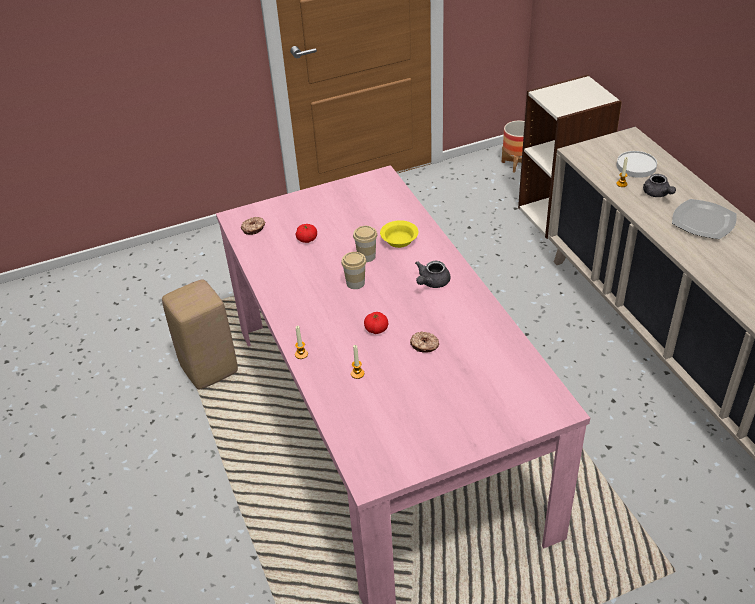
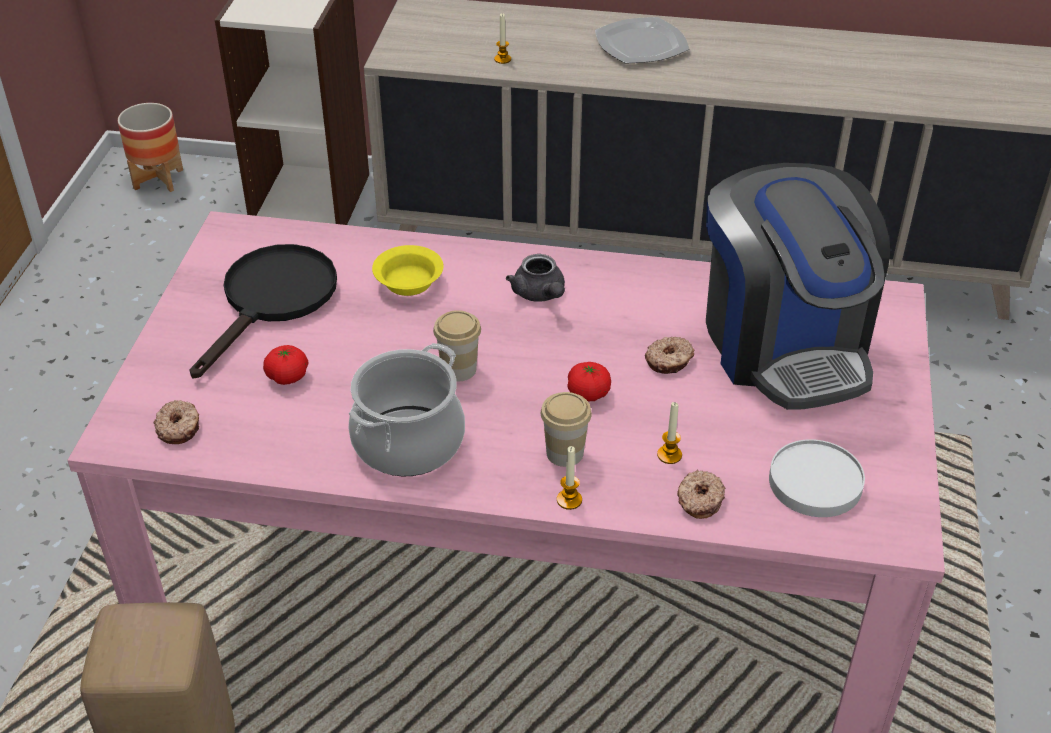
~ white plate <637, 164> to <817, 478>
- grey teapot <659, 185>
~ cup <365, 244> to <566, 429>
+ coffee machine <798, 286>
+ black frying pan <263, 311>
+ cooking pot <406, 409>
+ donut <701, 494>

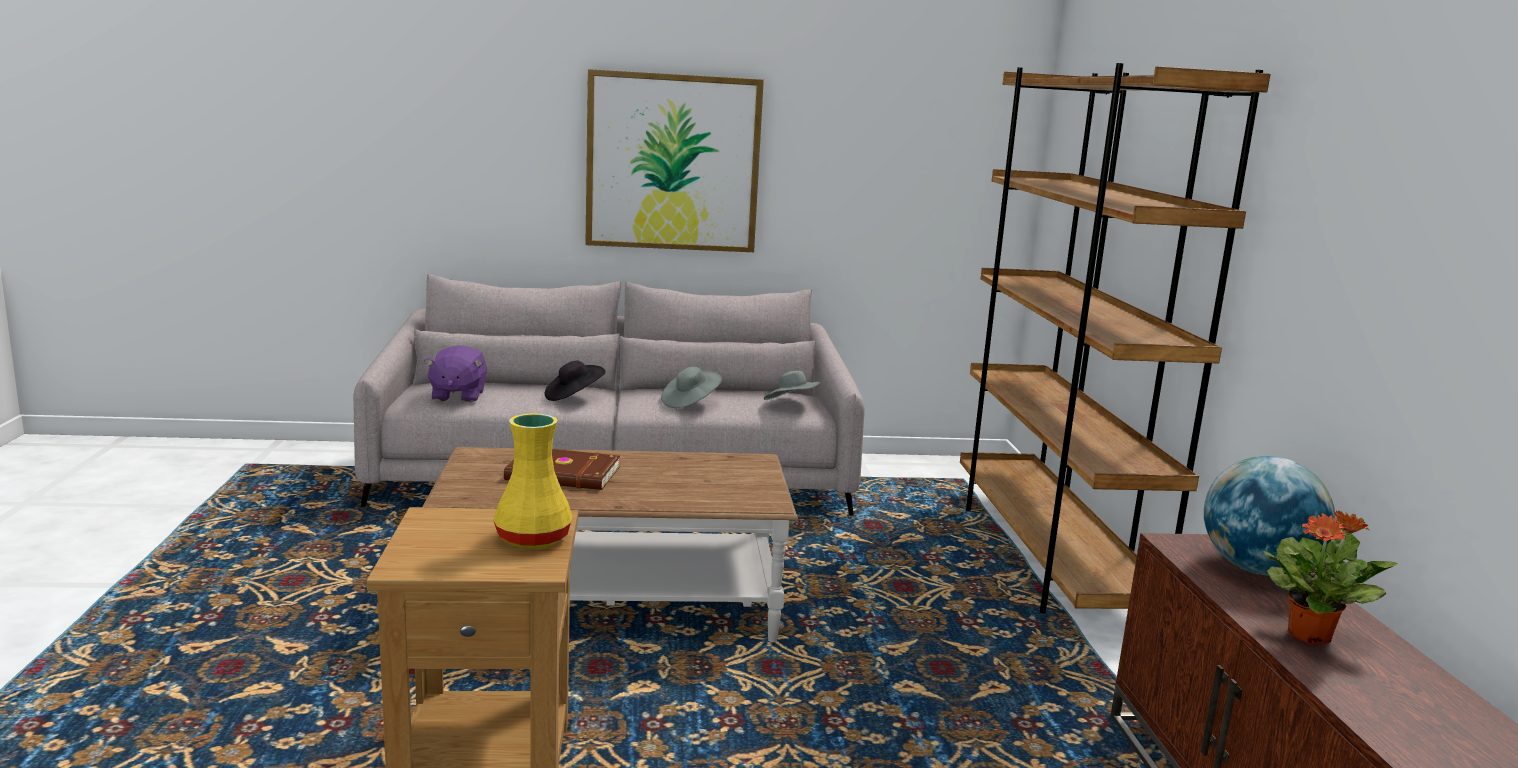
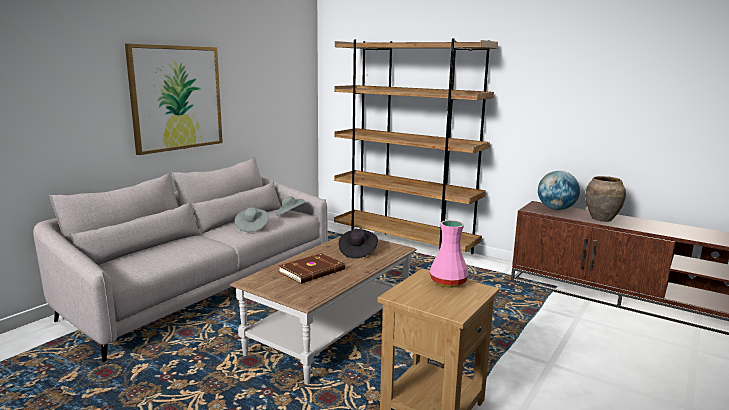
- purple plush toy <455, 373>
~ black hat <575, 381> to <358, 243>
~ yellow vase <533, 481> to pink vase <449, 254>
~ potted plant <1330, 577> to brown vase <605, 199>

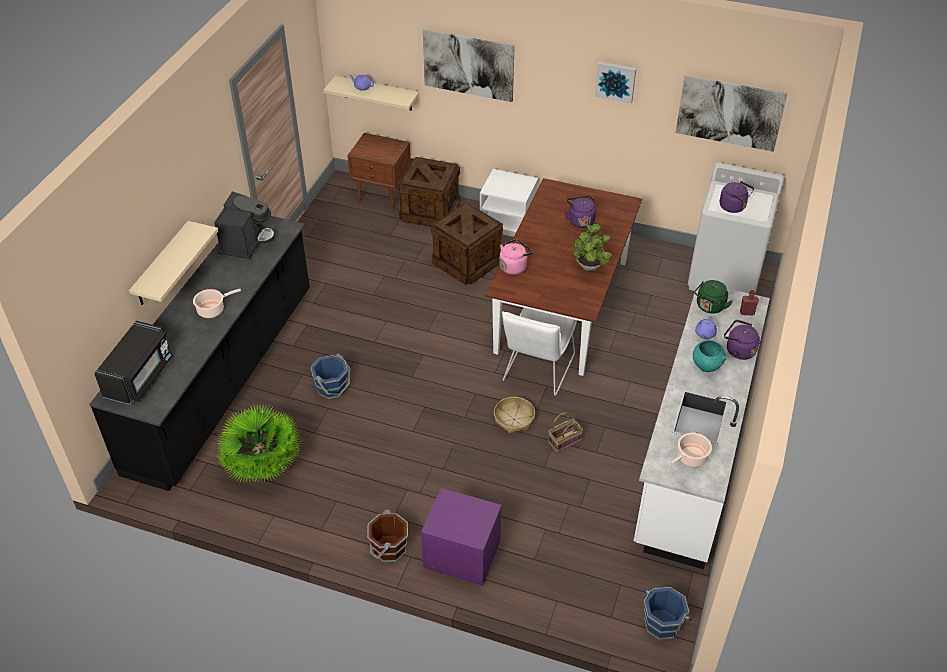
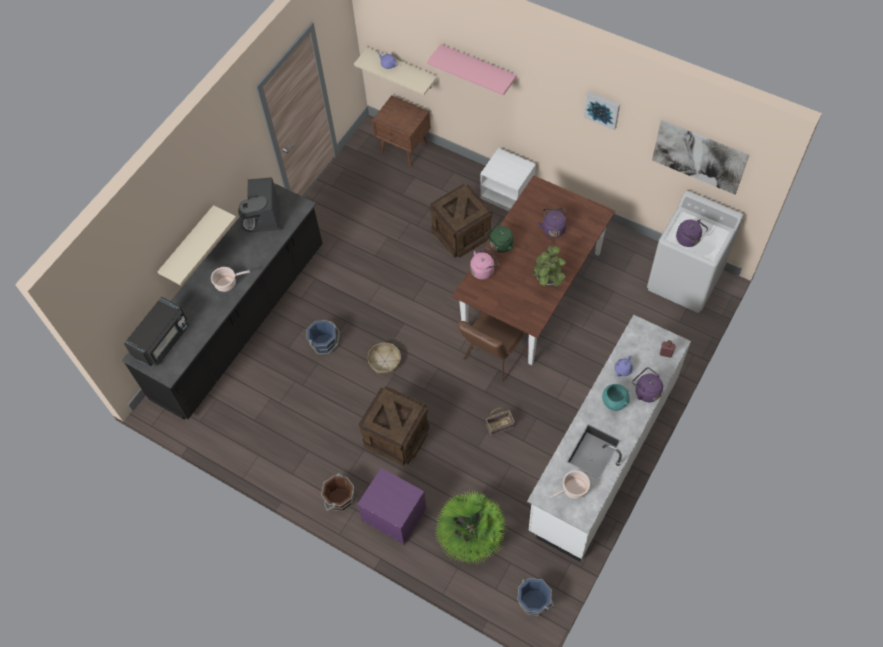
~ picture <469, 65> to pink shelf <472, 70>
~ crate <428, 192> to <394, 426>
~ coffee machine <244, 225> = <259, 204> 150 degrees clockwise
~ green kettle <713, 297> to <499, 239>
~ white chair <539, 352> to brown chair <493, 346>
~ basket <514, 415> to <384, 357>
~ potted plant <259, 443> to <471, 527>

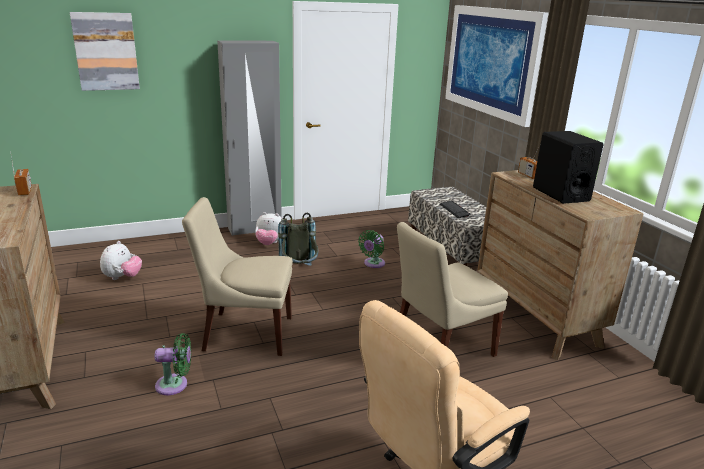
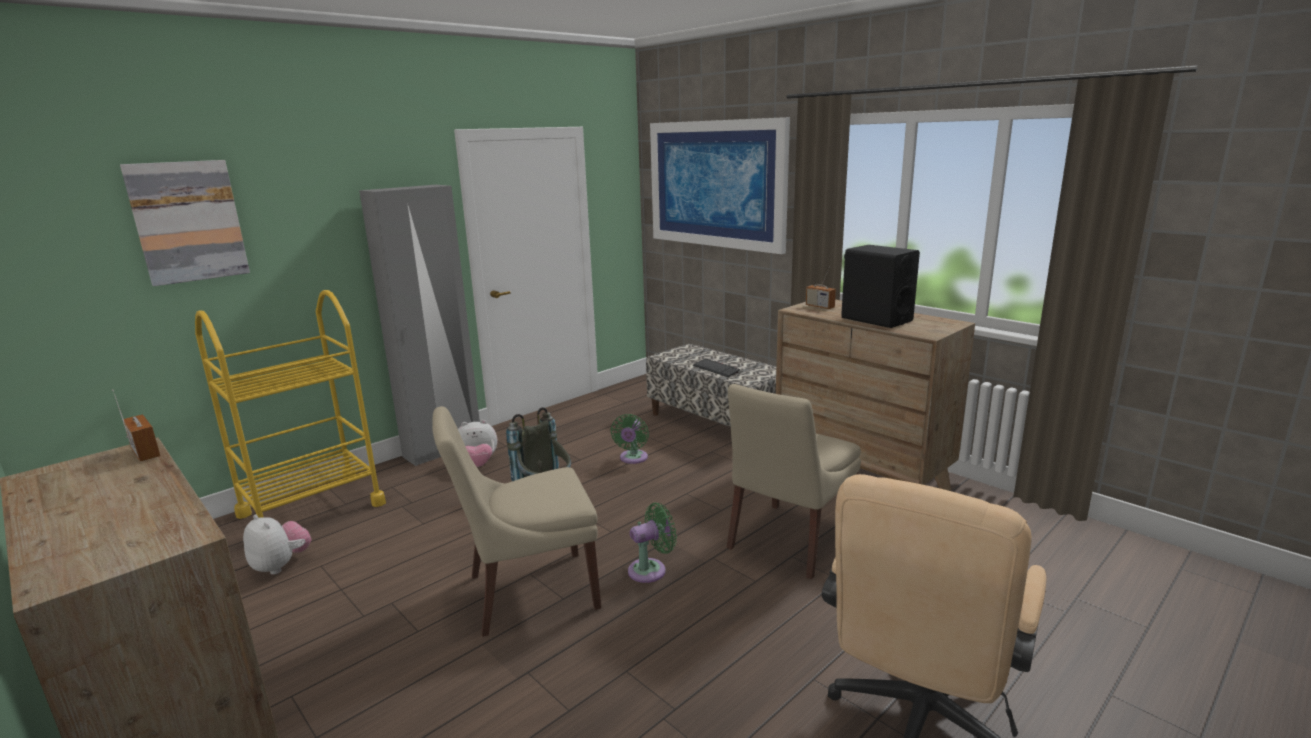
~ plush toy <121, 260> = <277, 544> 45 degrees counterclockwise
~ green fan <173, 364> to <652, 543>
+ yellow cart <290, 404>

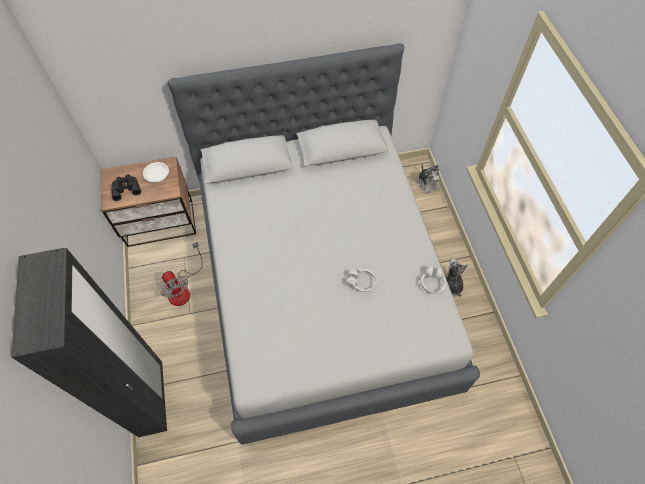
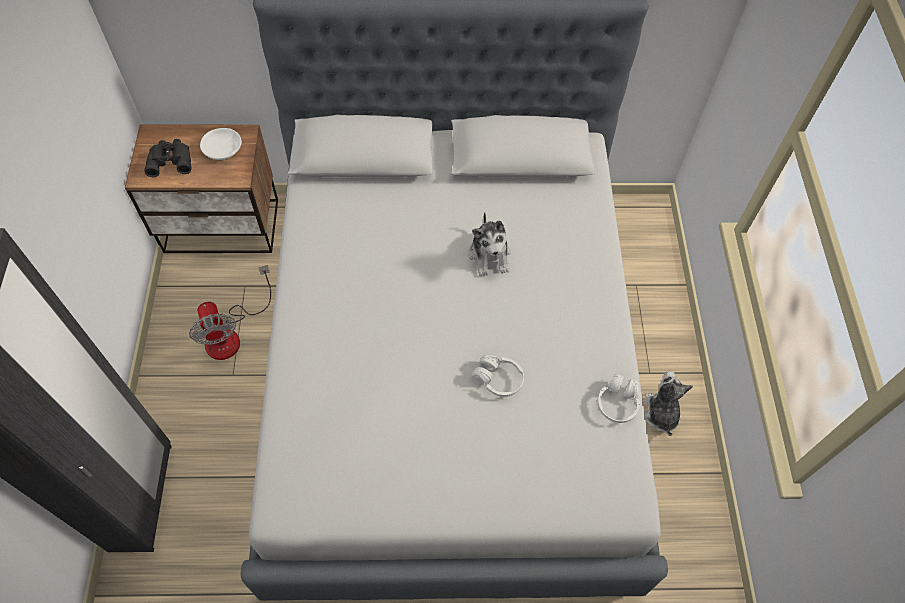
~ plush toy <429, 178> to <490, 244>

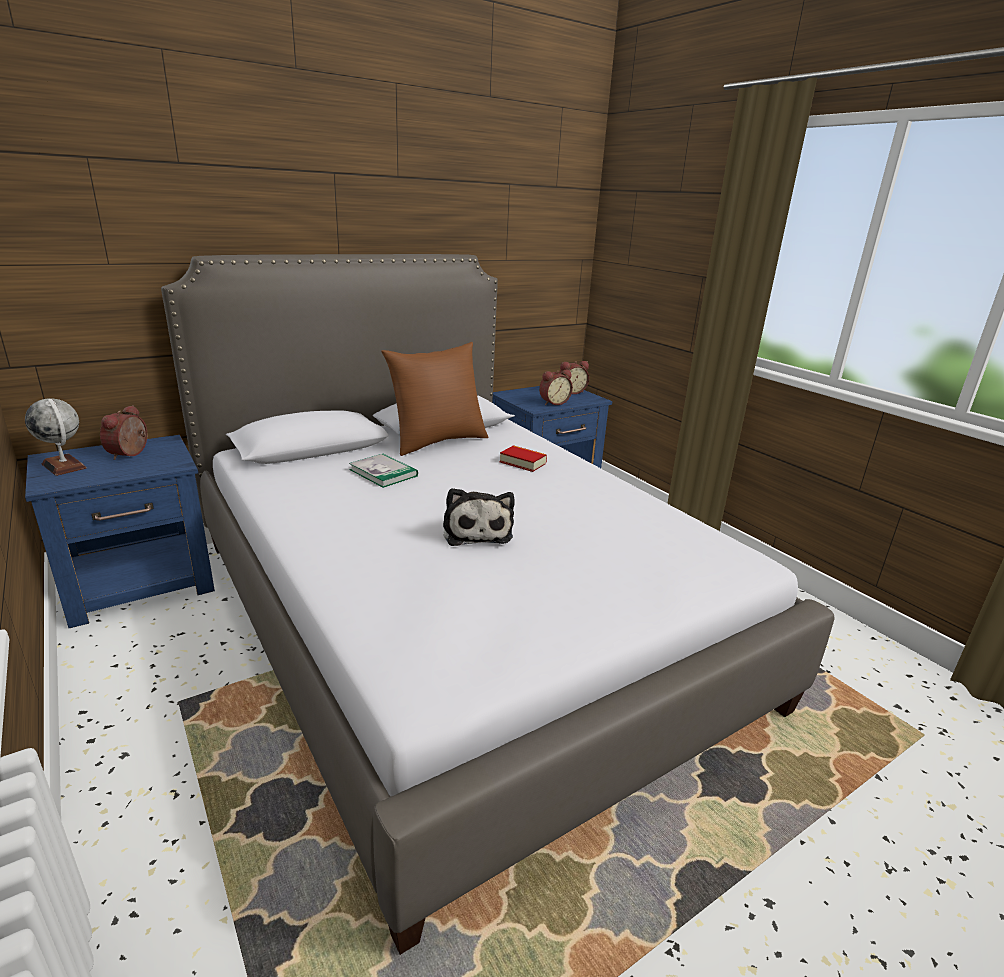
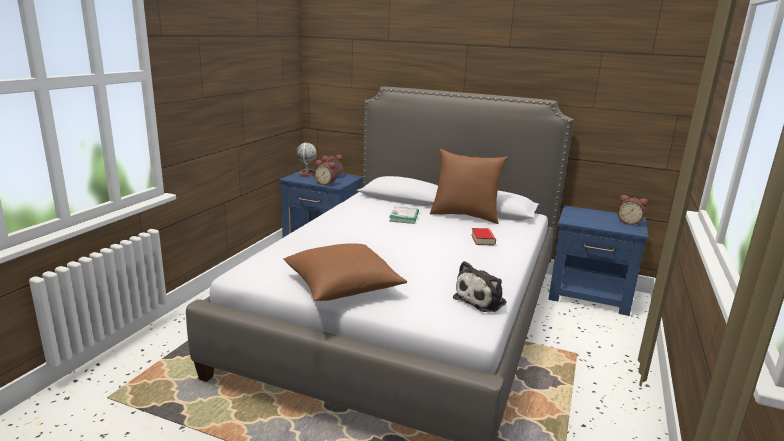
~ alarm clock <556, 387> to <325, 172>
~ plush toy <479, 517> to <480, 286>
+ brown pillow <345, 272>

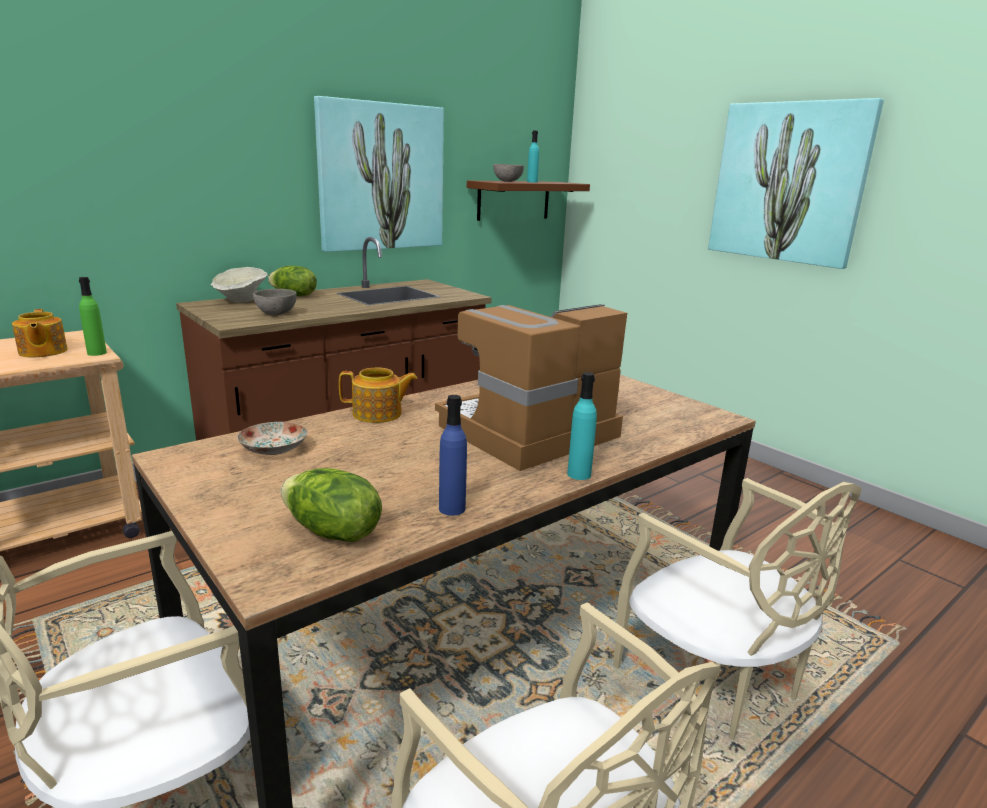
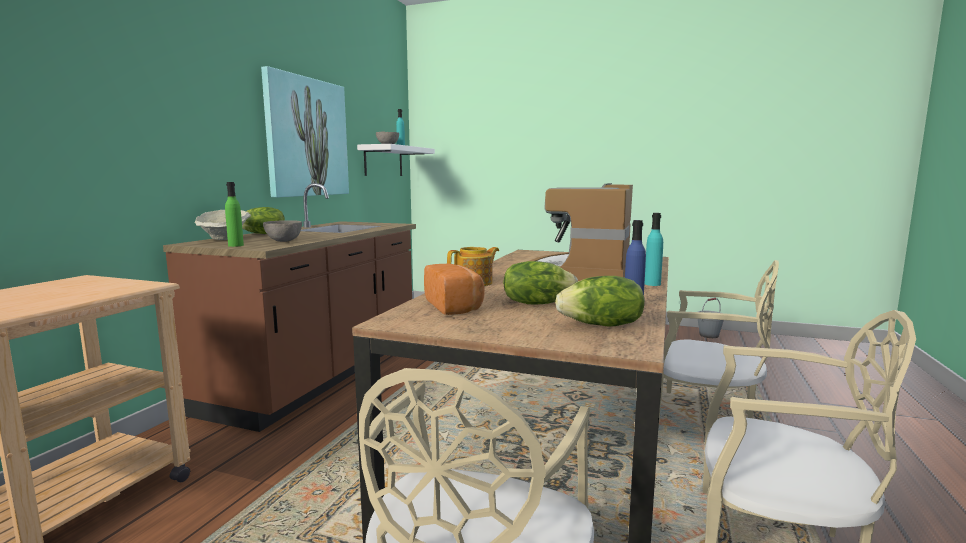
- picture <796, 183>
~ brown shelf <528, 201> to white shelf <396, 160>
~ green bottle <93, 316> to <234, 214>
- teapot <40, 333>
~ plate <272, 438> to bread <454, 289>
+ lettuce <540, 282>
+ grey bucket <711, 318>

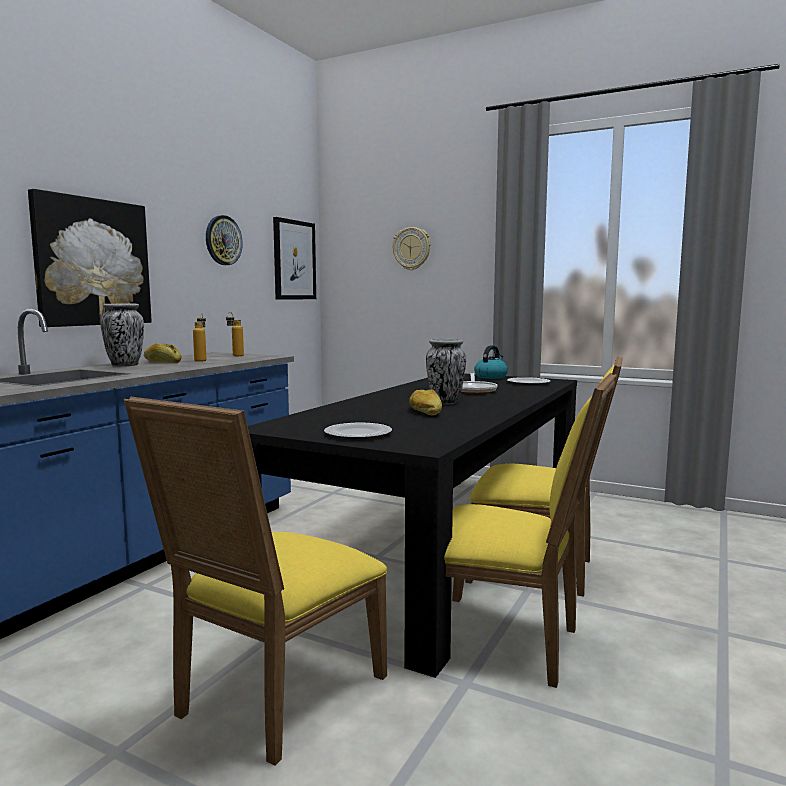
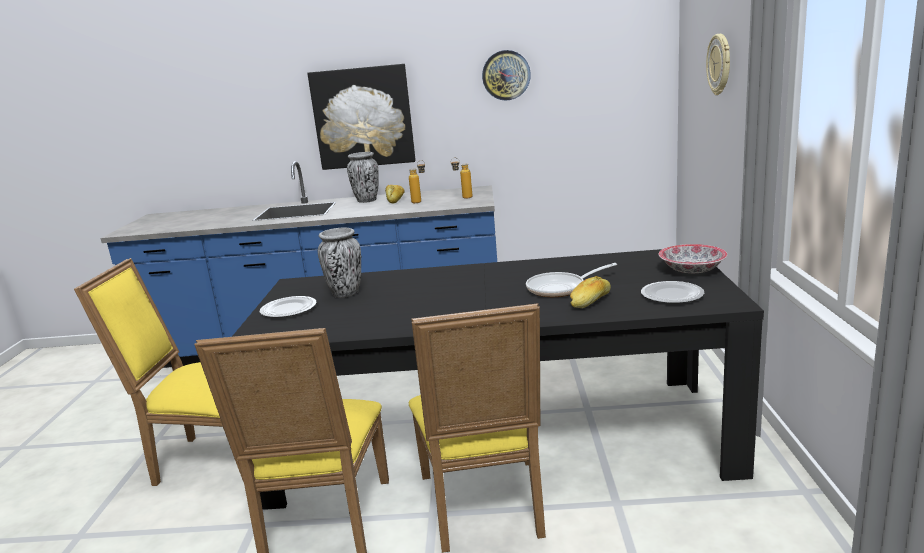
- picture <294, 258>
~ vase <446, 371> to <339, 262>
~ kettle <491, 362> to bowl <692, 258>
~ bread <425, 402> to <590, 292>

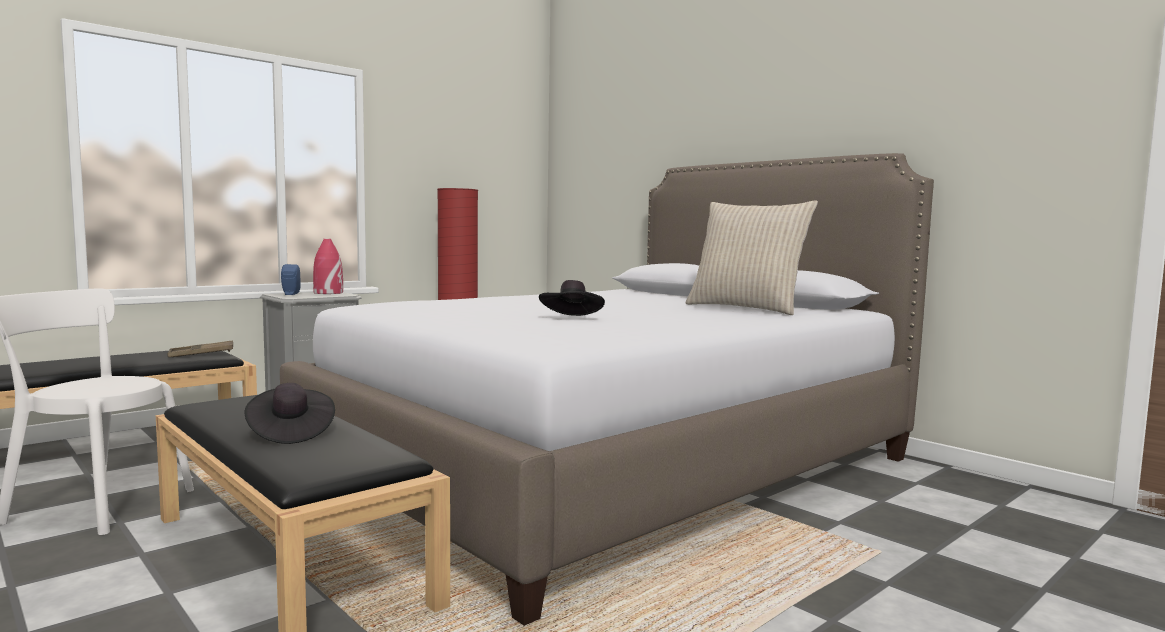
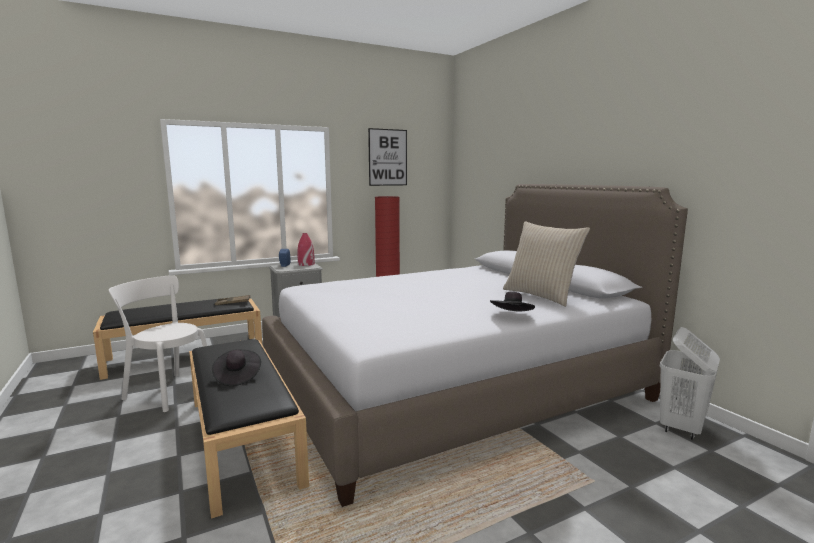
~ black hat <572, 298> to <512, 302>
+ picture <387, 157>
+ white laundry basket <690, 383>

